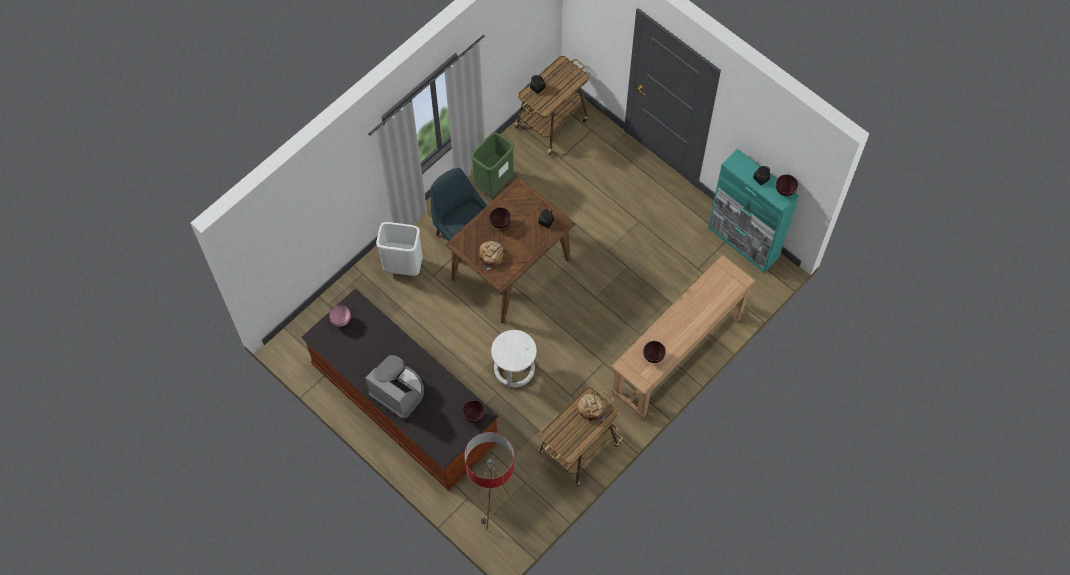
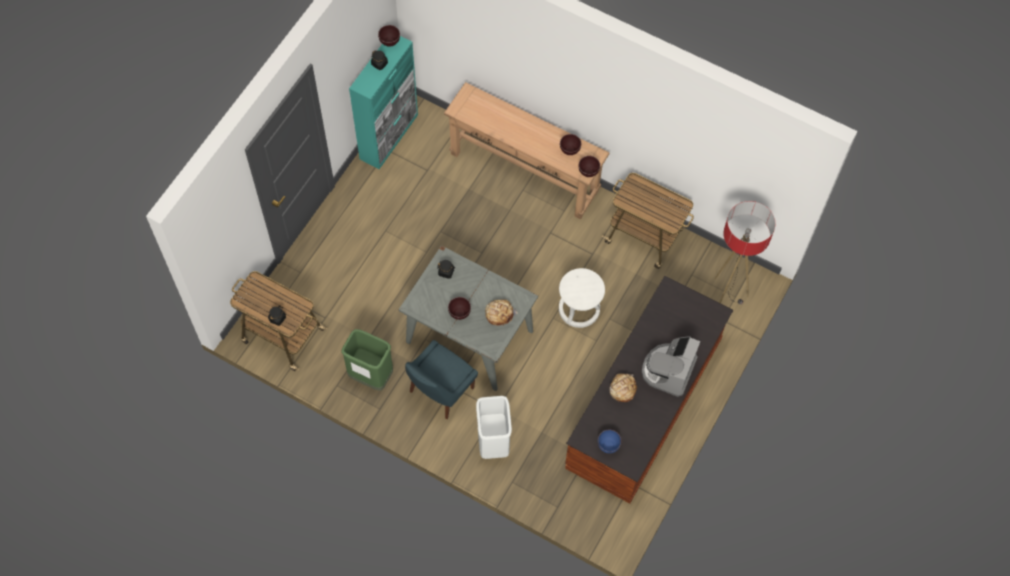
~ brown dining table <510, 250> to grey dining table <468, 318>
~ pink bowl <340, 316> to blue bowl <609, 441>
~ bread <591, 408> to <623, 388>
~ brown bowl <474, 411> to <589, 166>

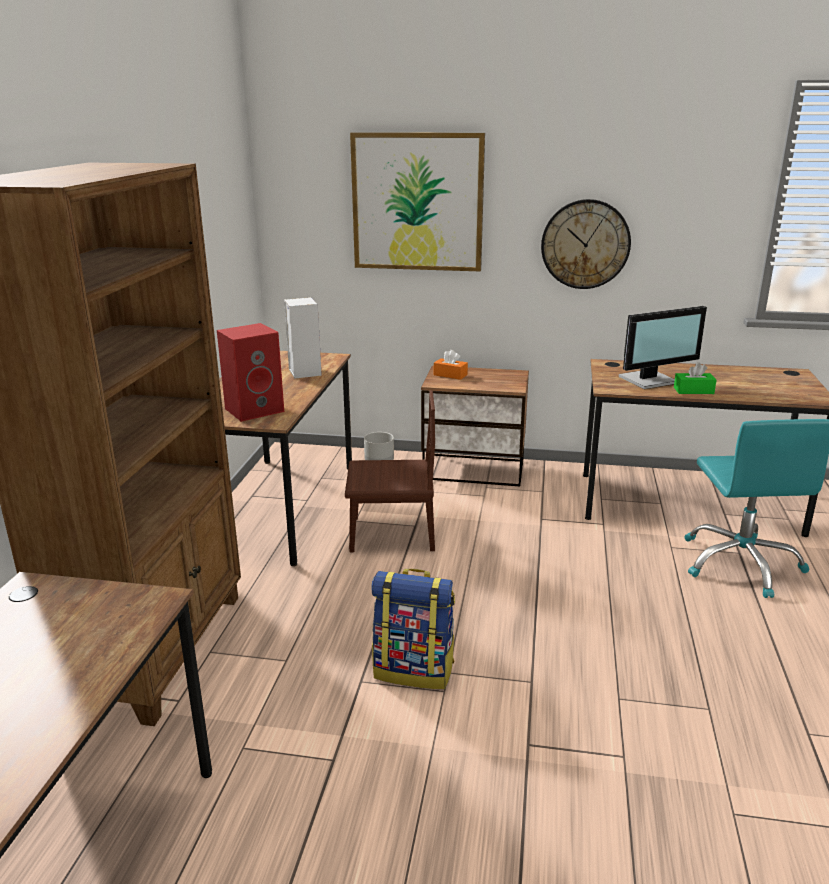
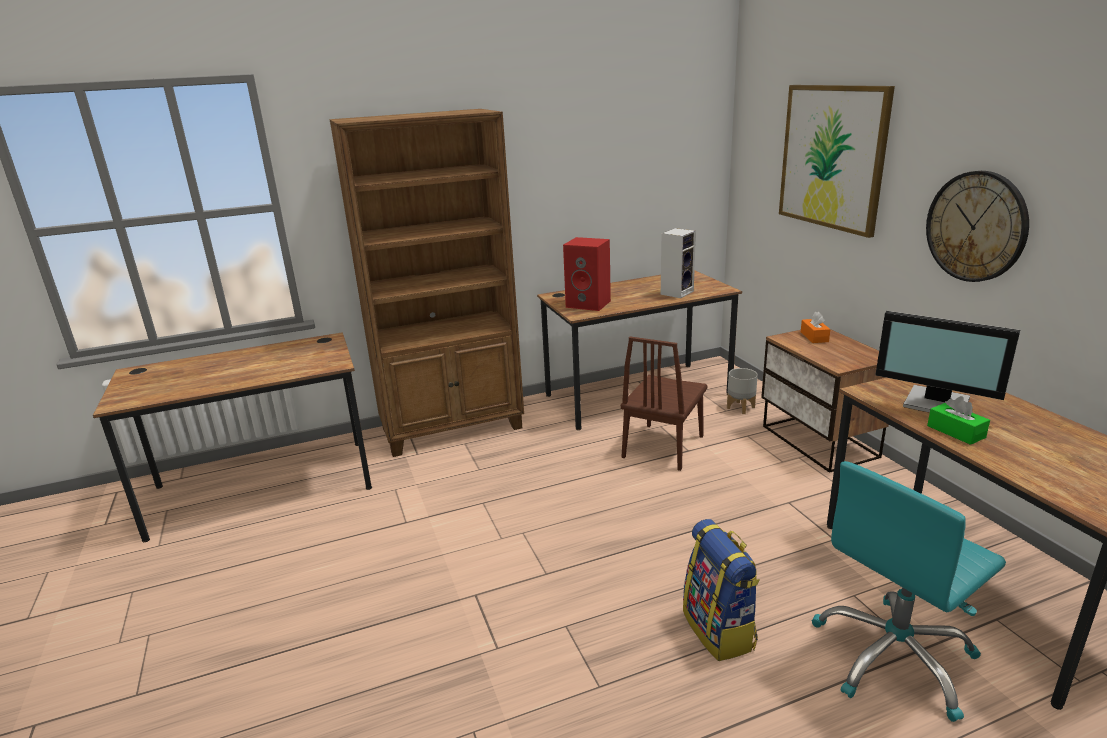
~ brown chair <390, 471> = <664, 403> 60 degrees clockwise
~ backpack <413, 629> to <721, 590>

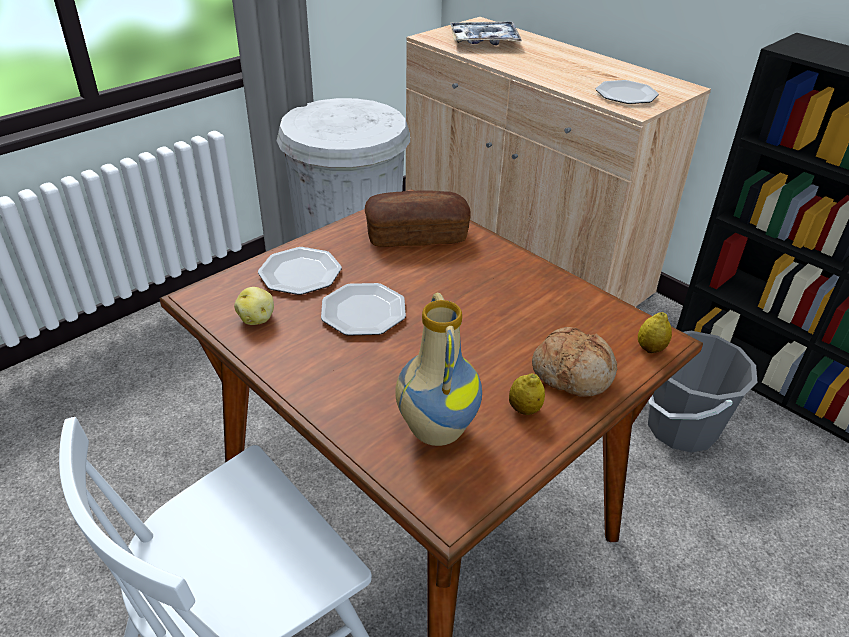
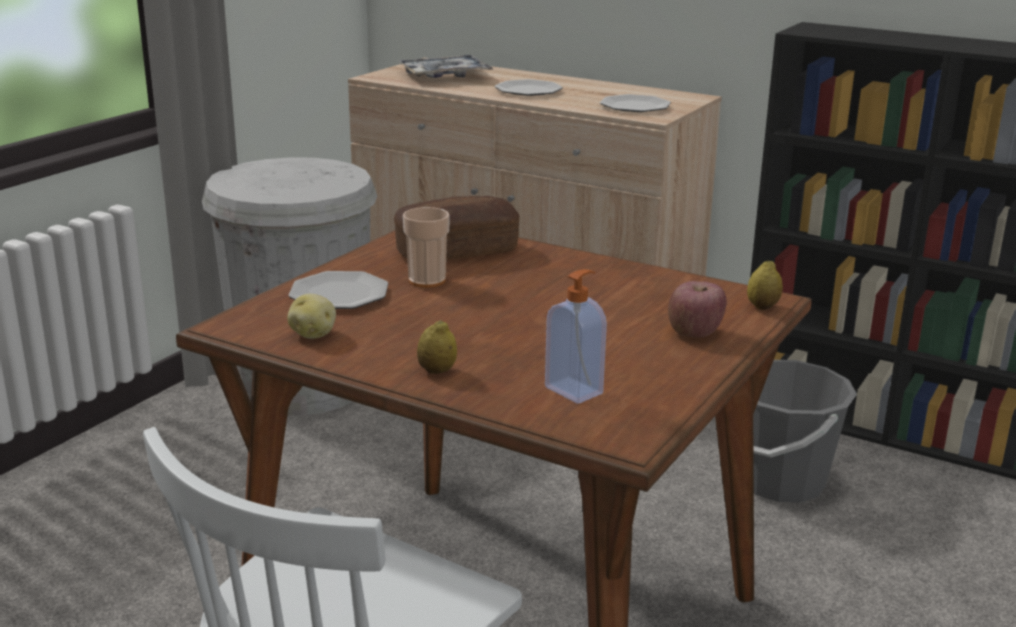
~ plate <363, 309> to <529, 87>
~ vase <438, 369> to soap dispenser <576, 336>
~ bread <574, 362> to apple <697, 309>
~ lemon <527, 394> to <437, 347>
+ cup <426, 247>

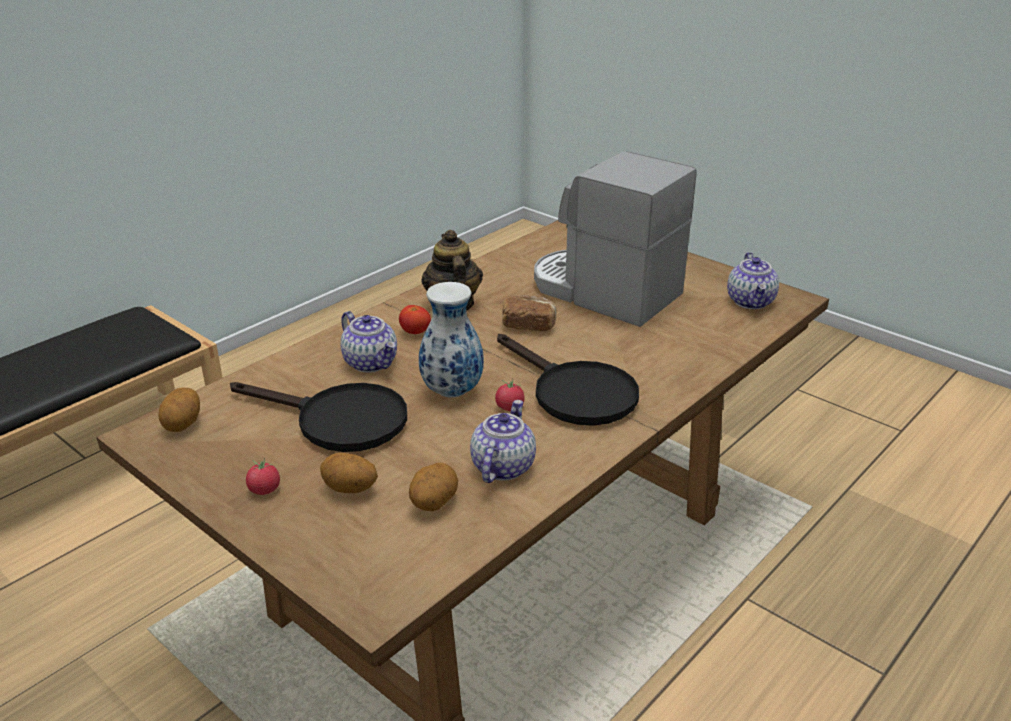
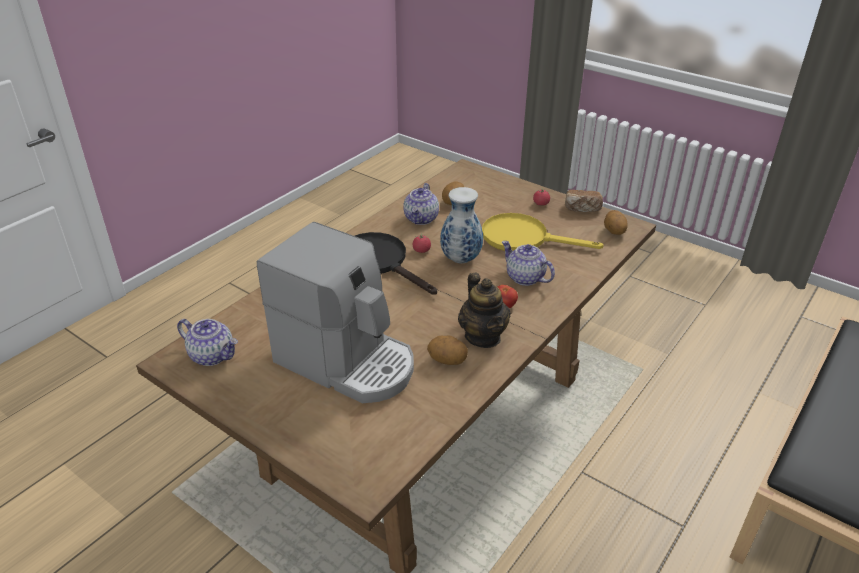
~ teapot <753, 280> = <207, 342> 120 degrees clockwise
~ bread <529, 313> to <584, 201>
~ black frying pan <318, 417> to yellow frying pan <543, 232>
~ potato <349, 473> to <447, 350>

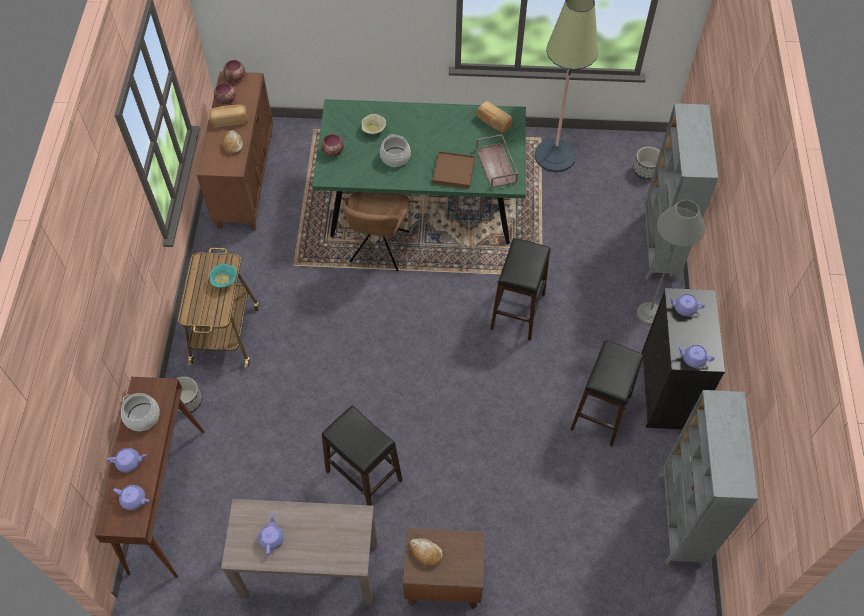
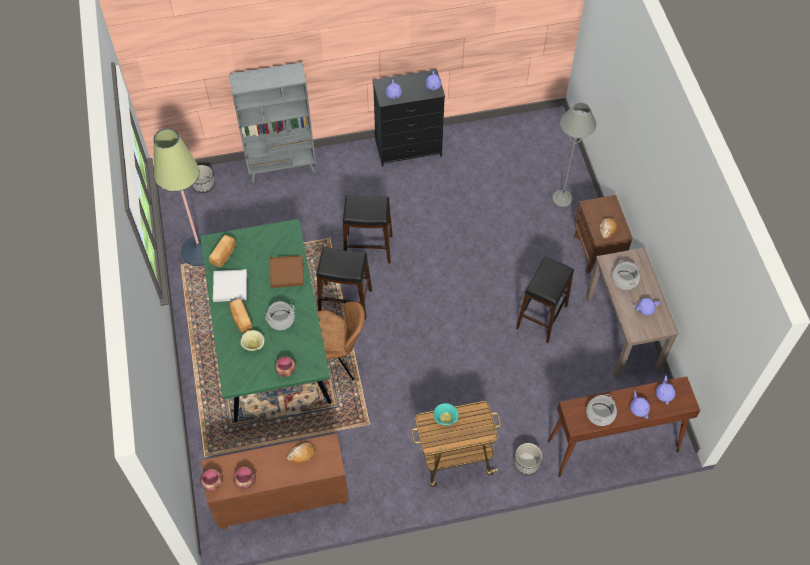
~ bread <228, 116> to <240, 315>
- brown tray <497, 161>
~ grey floor lamp <671, 262> to <574, 154>
~ black stool <607, 393> to <344, 283>
- grey bookcase <708, 478>
+ cooking pot <626, 275>
+ white tray <230, 285>

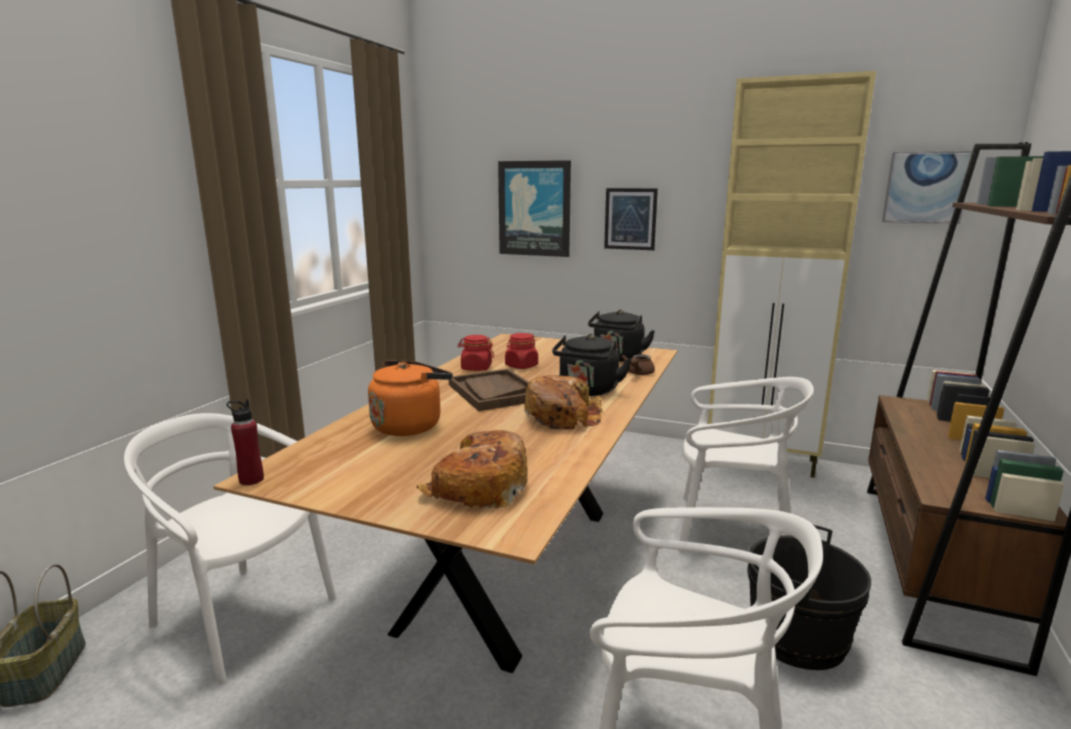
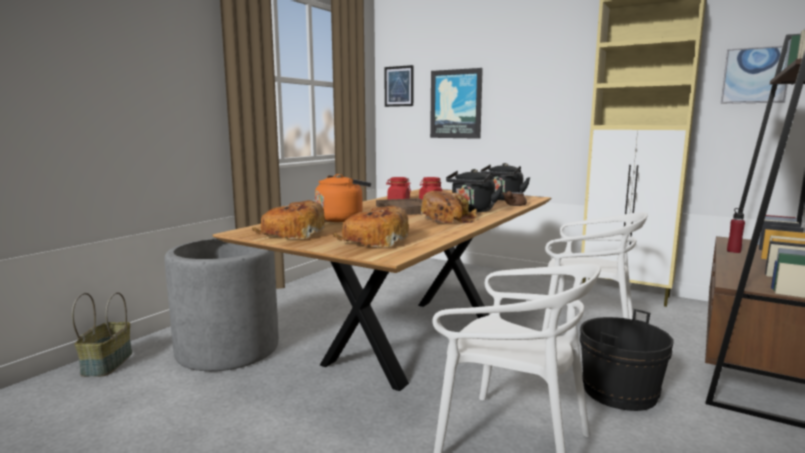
~ picture <631, 219> to <399, 86>
~ red bottle <245, 442> to <736, 230>
~ white chair <230, 549> to grey planter <221, 304>
+ bread <288, 219>

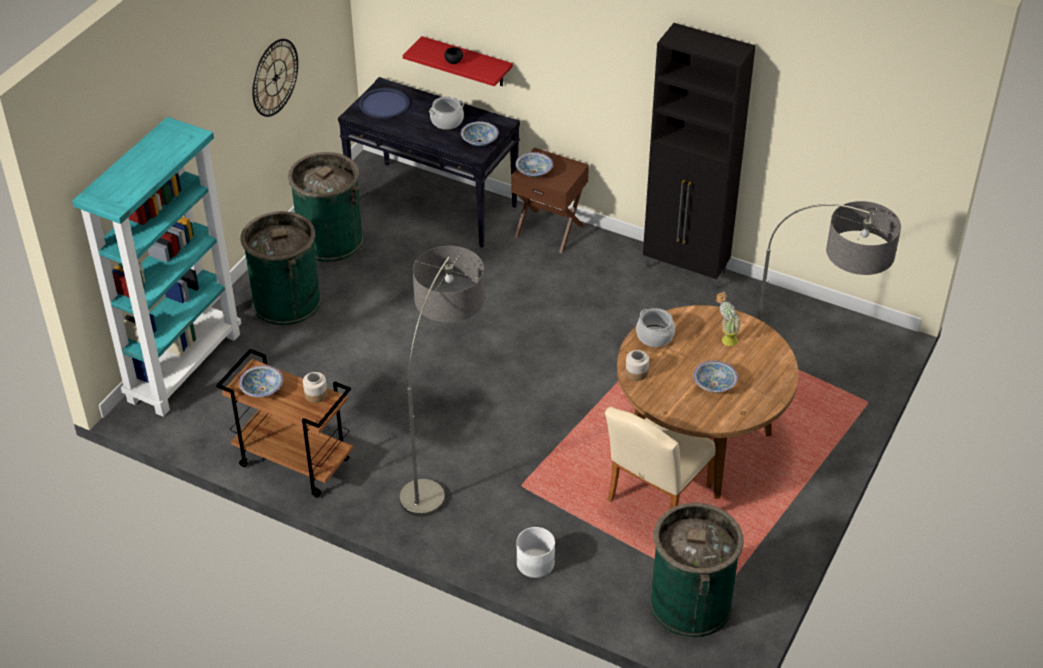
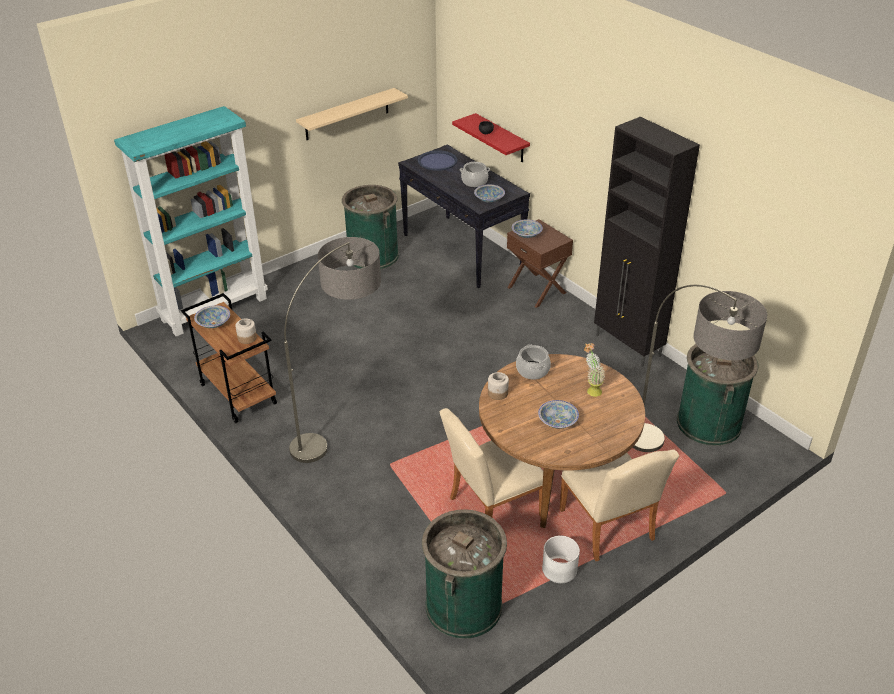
~ wall clock <275, 78> to beige shelf <352, 114>
~ green trash can <280, 268> to <718, 395>
~ white planter <536, 552> to <561, 559>
+ beige chair <619, 505>

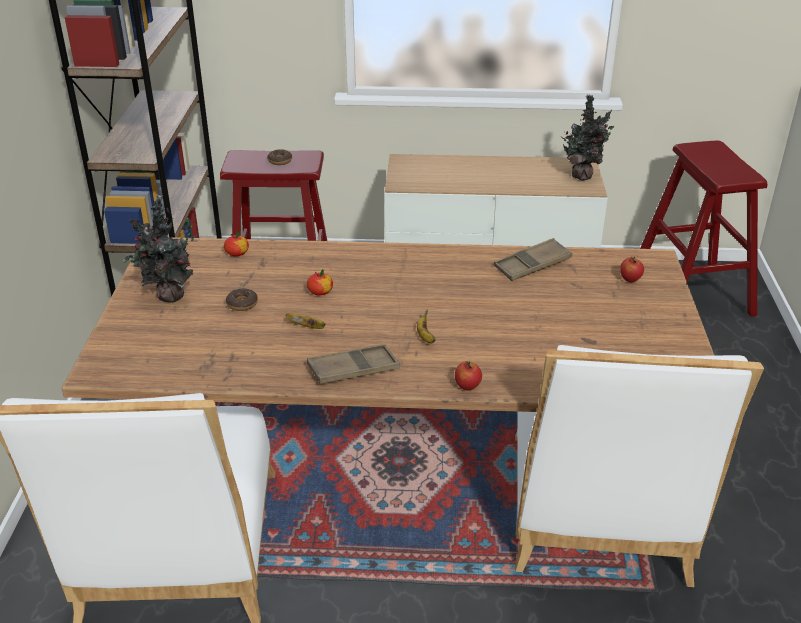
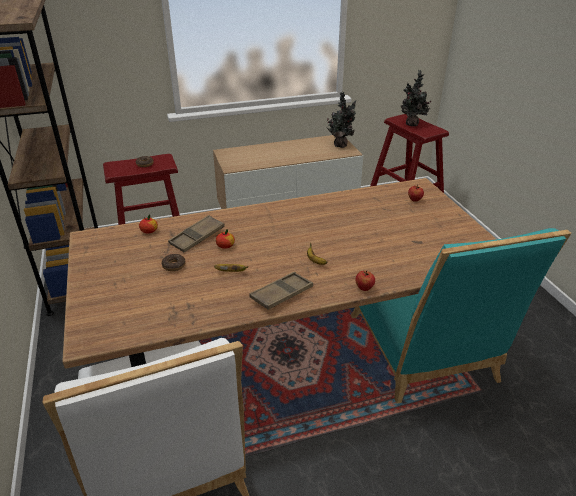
~ potted plant <160, 249> to <416, 98>
~ brown tray <533, 259> to <196, 233>
~ white chair <639, 466> to turquoise chair <461, 316>

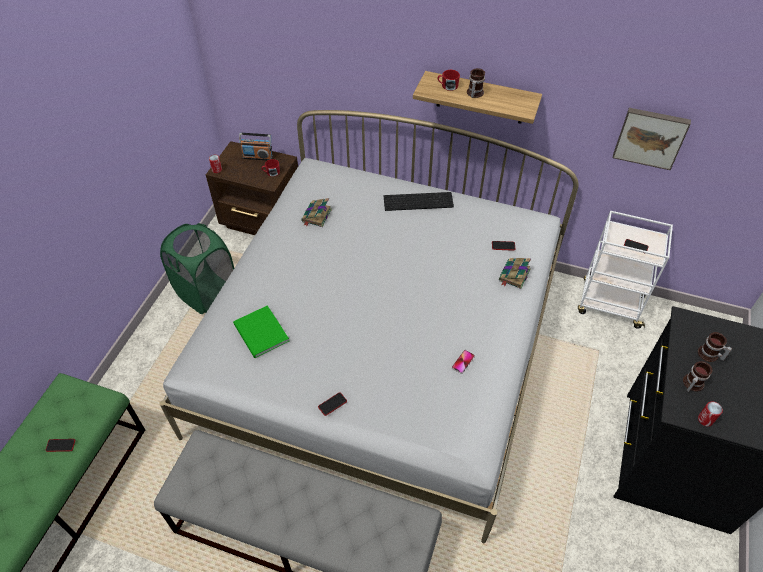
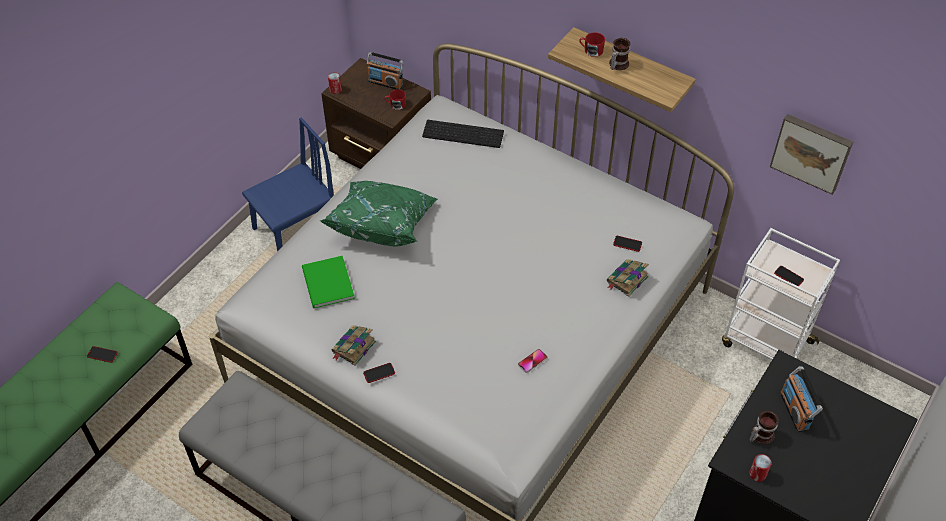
~ keyboard <419, 201> to <463, 134>
~ book <316, 212> to <354, 345>
~ green laundry basket <197, 268> to blue chair <288, 184>
~ mug <715, 347> to radio <801, 399>
+ green pillow <378, 214>

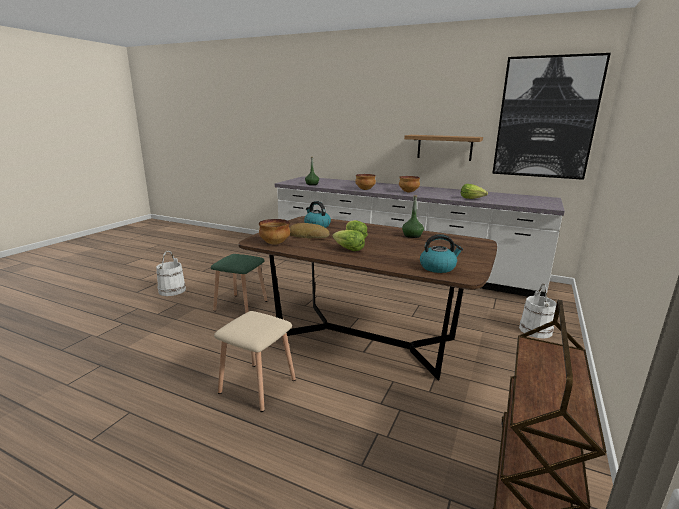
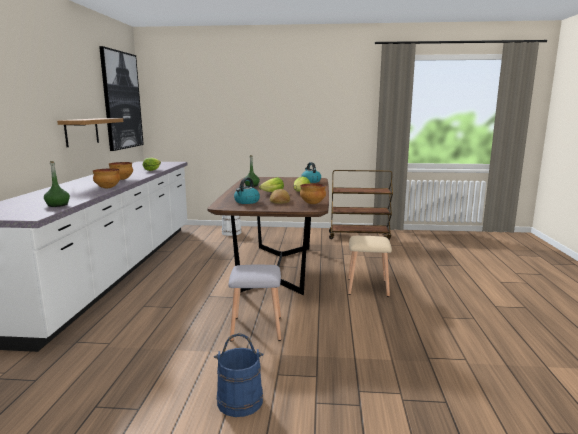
~ white bucket <171, 273> to blue bucket <238, 375>
~ green stool <239, 283> to grey stool <254, 303>

